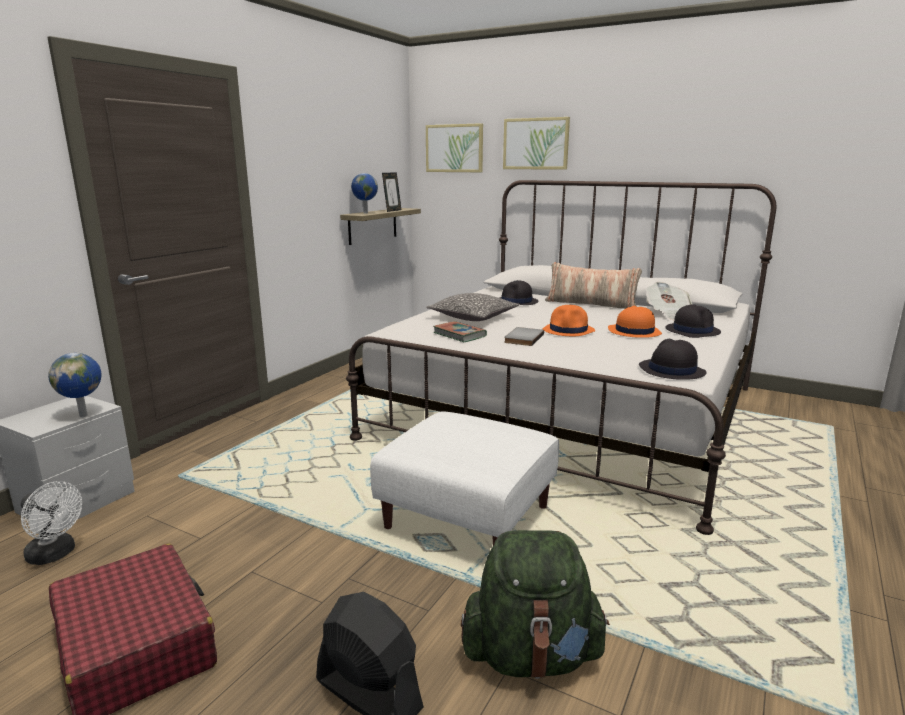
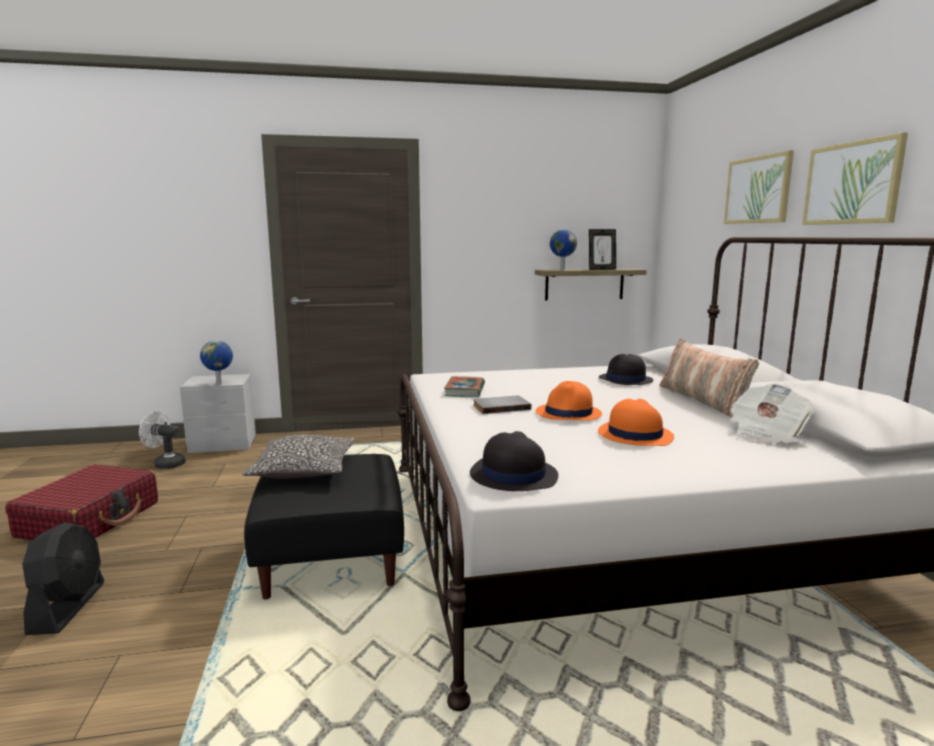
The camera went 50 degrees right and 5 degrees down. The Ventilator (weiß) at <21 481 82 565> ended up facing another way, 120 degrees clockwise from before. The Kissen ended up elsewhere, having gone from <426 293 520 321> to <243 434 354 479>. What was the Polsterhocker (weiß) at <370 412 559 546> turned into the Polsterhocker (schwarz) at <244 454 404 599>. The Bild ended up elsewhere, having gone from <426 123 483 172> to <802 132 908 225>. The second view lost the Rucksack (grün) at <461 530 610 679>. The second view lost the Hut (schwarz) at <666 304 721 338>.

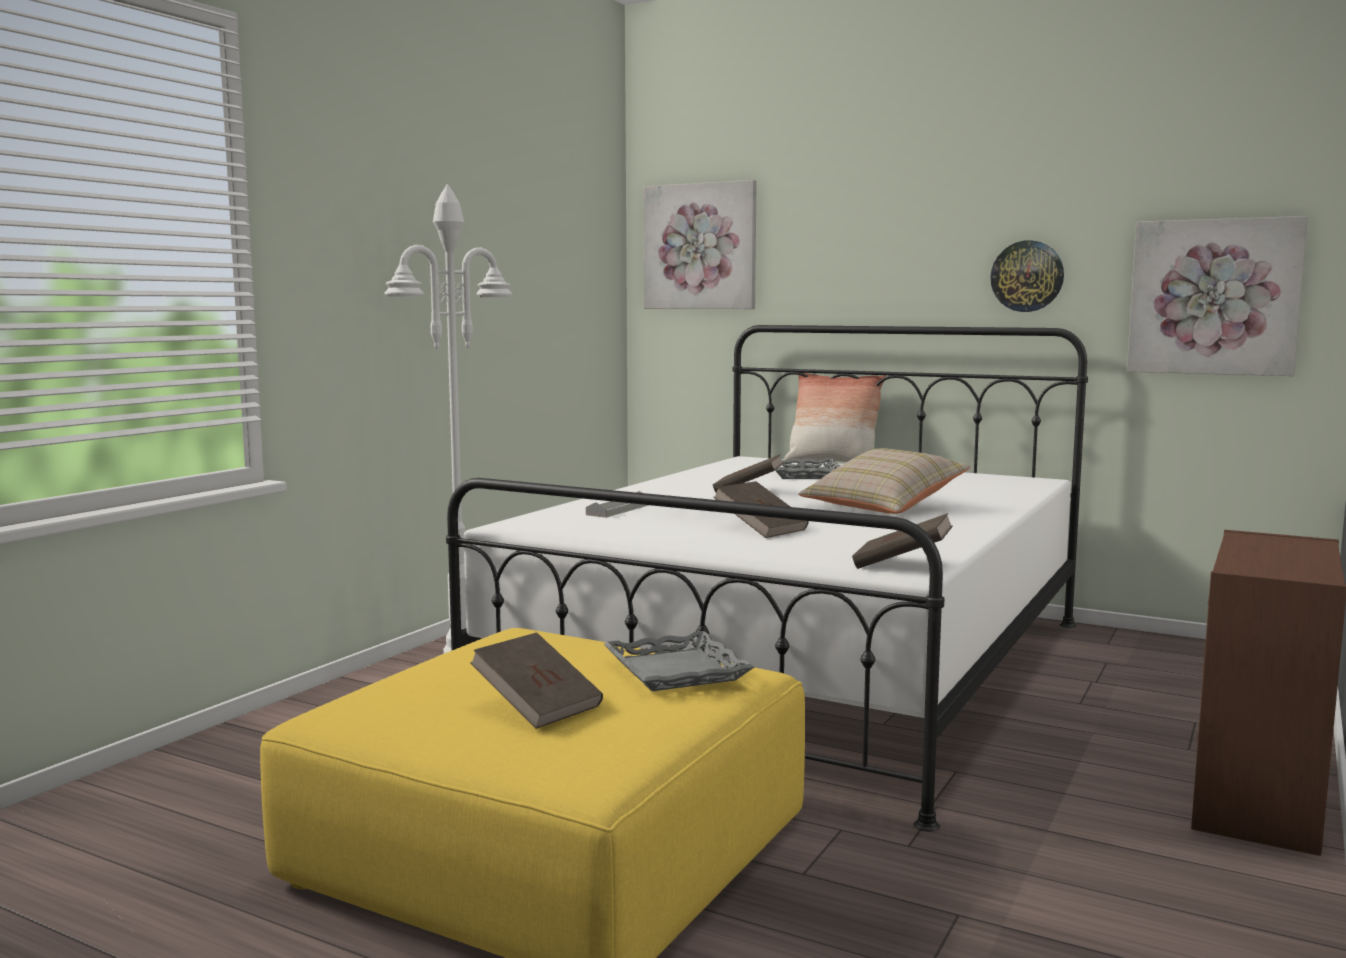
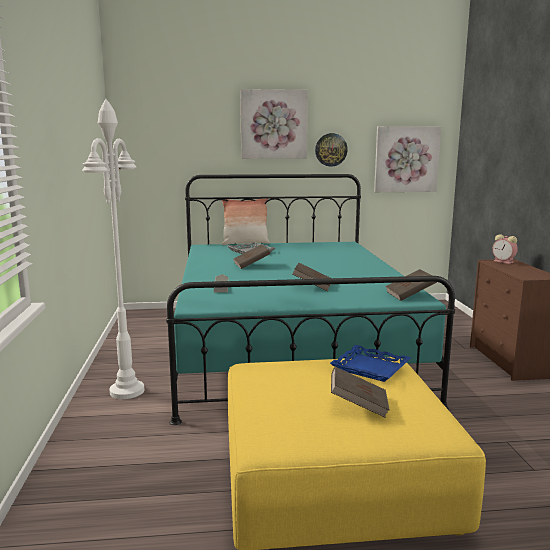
The camera went 35 degrees left and 5 degrees up. What was the Bett (weiß) at <446 325 1088 832> turned into the Bett (türkis) at <166 174 455 425>. The Bild ended up elsewhere, having gone from <643 180 757 309> to <240 89 308 159>. What was the Tablett (grau) at <604 631 754 691> turned into the Tablett (blau) at <330 345 411 382>. The second view gained the Wecker at <492 234 518 264>. The second view lost the Kissen (beige) at <798 448 971 514>.

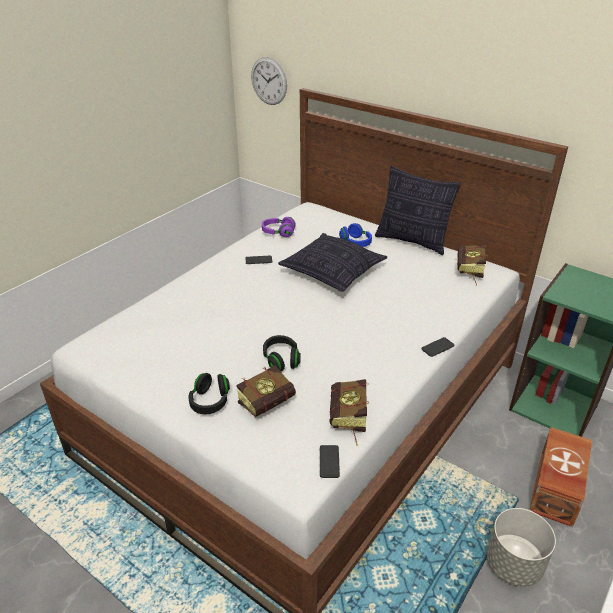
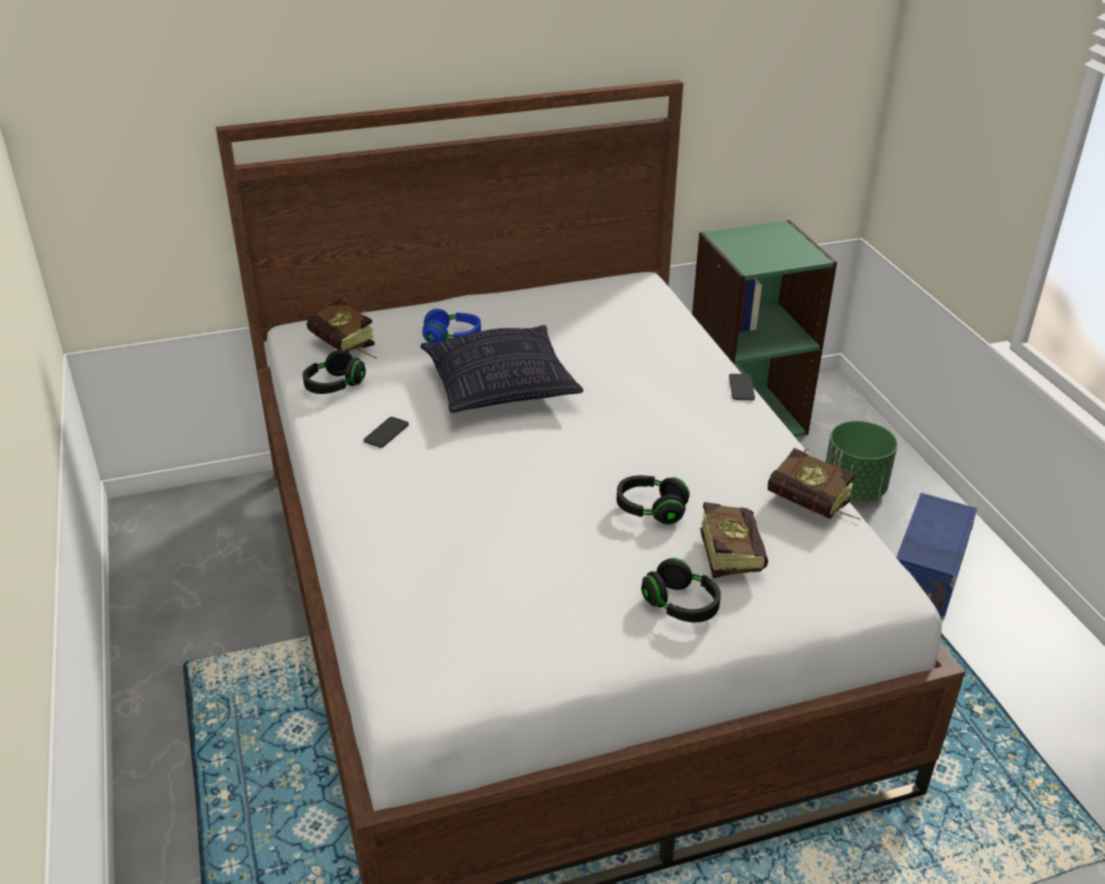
The camera went 55 degrees left and 0 degrees up. What was the Kopfhörer (lila) at <262 217 296 238> turned into the Kopfhörer (schwarz) at <303 350 366 394>. The Buch ended up elsewhere, having gone from <457 244 488 286> to <307 299 377 359>. Where the Aufbewahrungsbox (braun) stood at <530 427 592 527>, the Pflanzkübel (grün) came to stand at <826 421 898 501>. Where the Pflanzkübel (grau) stood at <486 508 556 587>, the Aufbewahrungsbox (blau) came to stand at <896 493 977 620>. The second view lost the Wanduhr at <251 57 287 105>. The second view lost the Handy at <320 445 340 478>. The second view lost the Kissen at <375 166 461 255>.

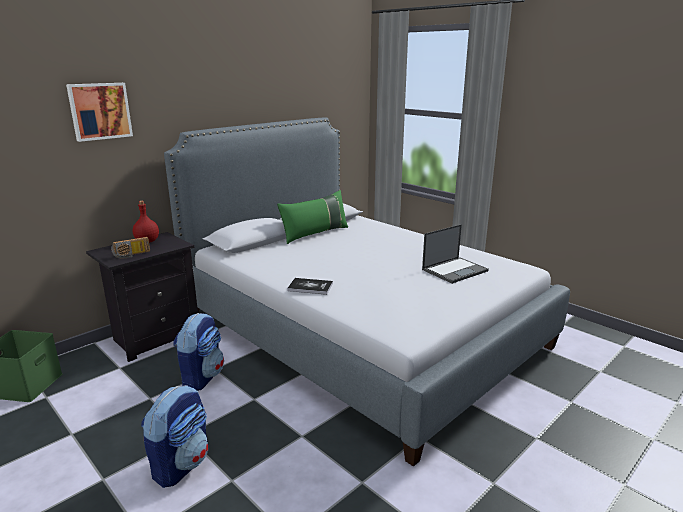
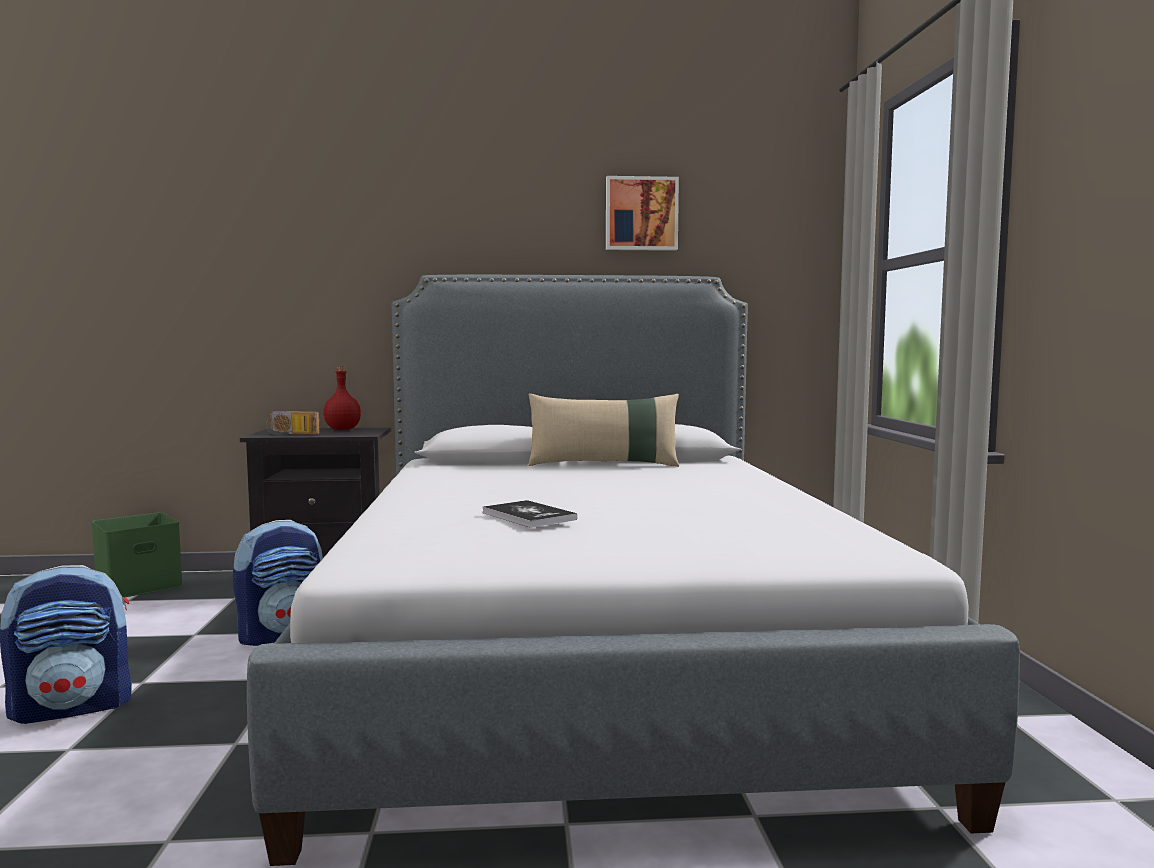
The camera went 40 degrees right and 15 degrees down. The Buch ended up elsewhere, having gone from <287 278 333 295> to <483 500 577 528>. What was the Kissen (grün) at <277 190 348 244> turned into the Kissen (beige) at <528 393 679 467>. The Bild ended up elsewhere, having gone from <66 83 133 142> to <606 176 679 251>. The second view lost the Laptop at <422 224 489 284>.

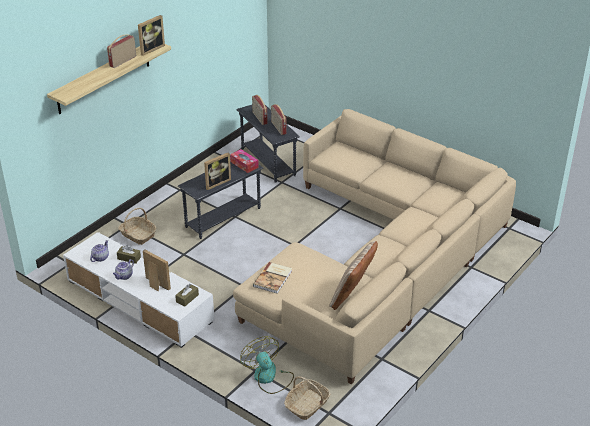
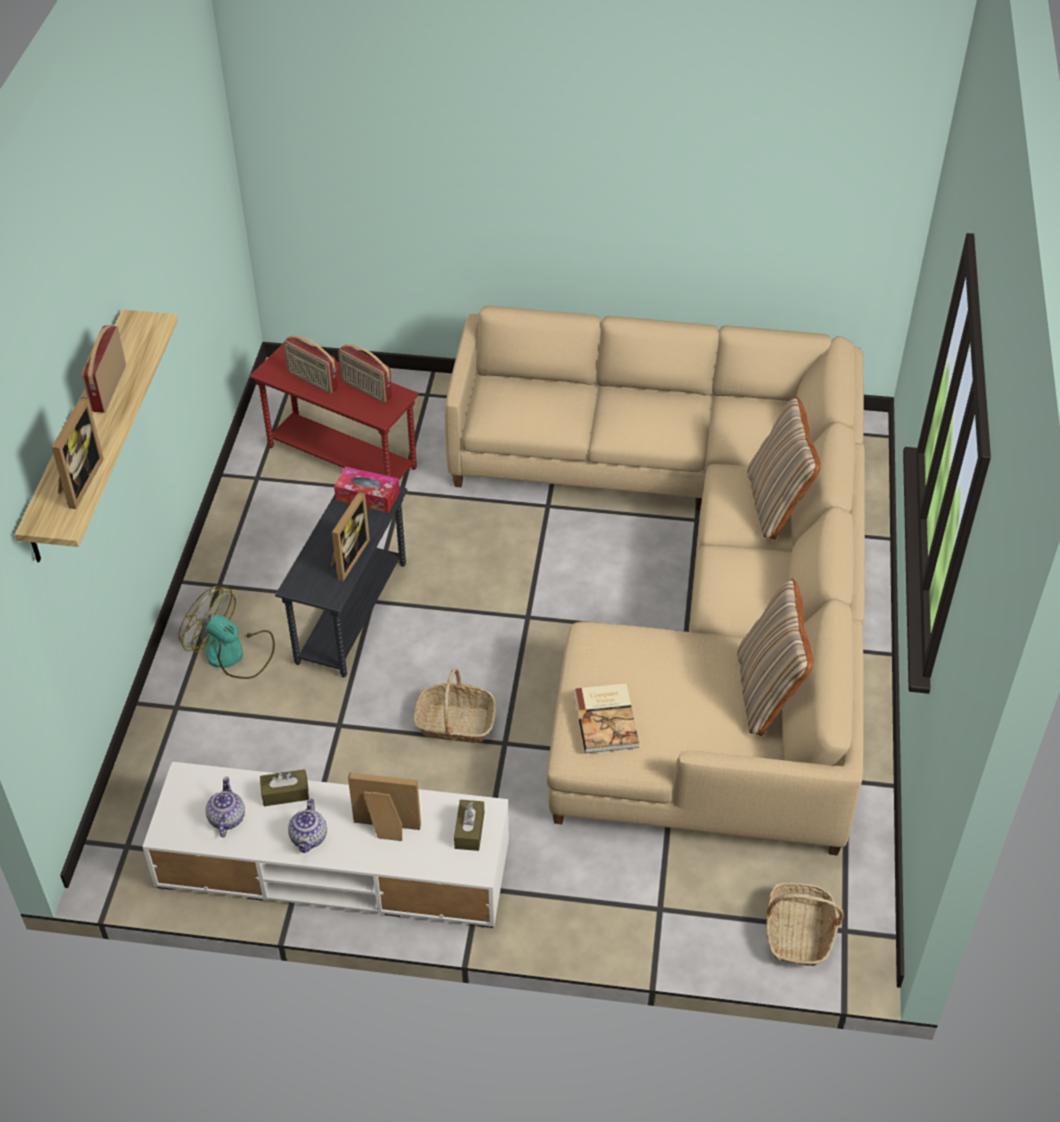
The camera went 30 degrees left and 10 degrees up. The Bilderrahmen ended up elsewhere, having gone from <138 15 165 56> to <52 397 104 509>. The Ventilator ended up elsewhere, having gone from <240 336 294 394> to <179 586 275 679>. What was the Beistelltisch (grau) at <237 105 300 183> turned into the Beistelltisch (rot) at <250 343 419 480>. The Korb ended up elsewhere, having gone from <118 208 157 245> to <414 669 496 743>. The second view gained the Kissen (beige) at <747 397 821 540>.

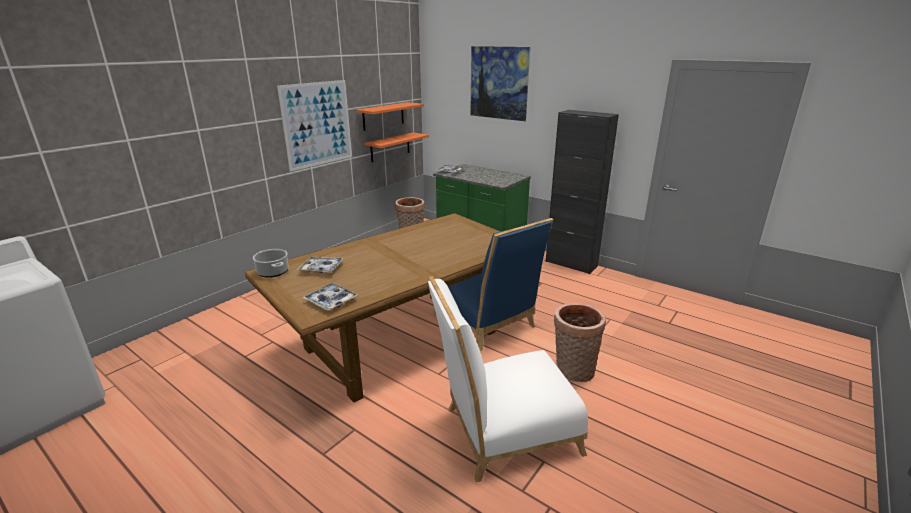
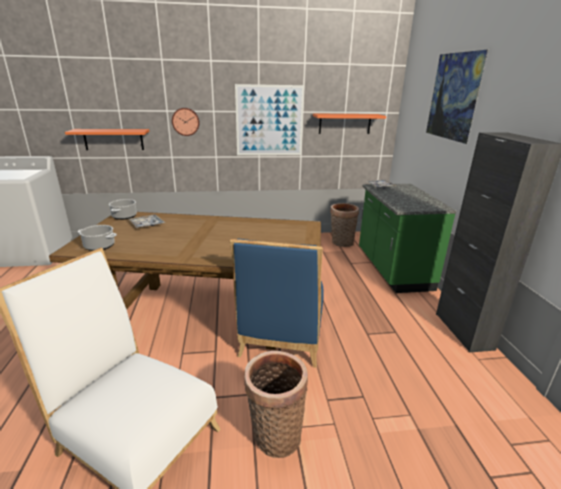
The camera went 45 degrees right and 0 degrees up. The Wandregal (orange) ended up elsewhere, having gone from <364 132 429 162> to <65 129 149 150>. Where the Tablett stood at <302 283 359 310>, the Kochtopf came to stand at <77 225 117 251>. The second view gained the Wanduhr at <172 108 200 136>.

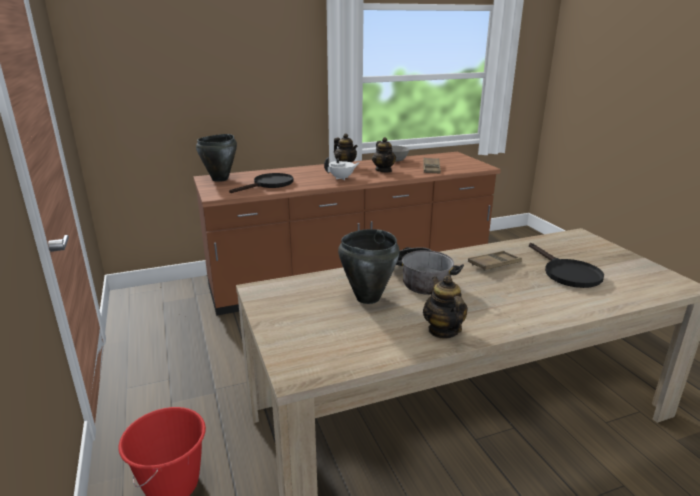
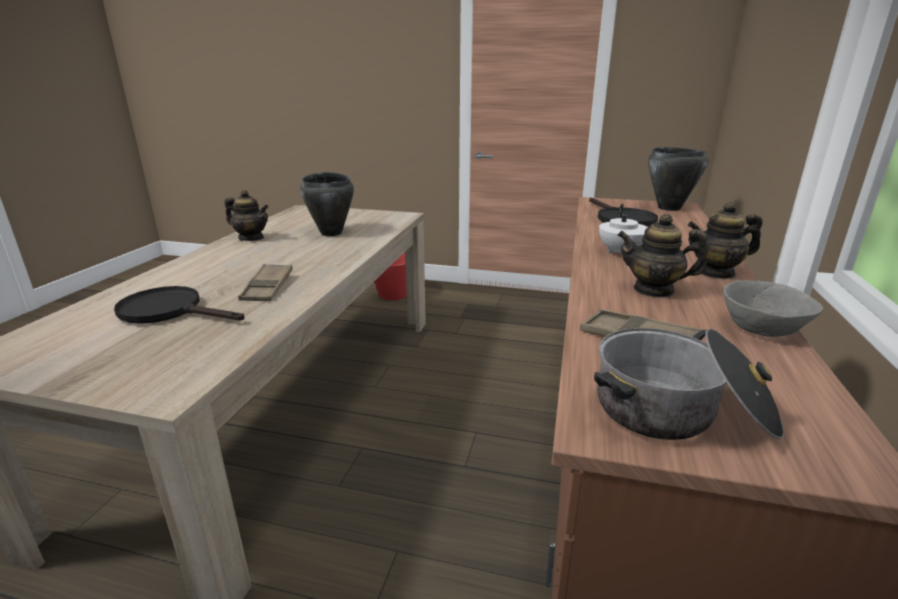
The camera went 125 degrees right and 0 degrees up. The Kochtopf ended up elsewhere, having gone from <396 247 464 295> to <594 328 784 440>.

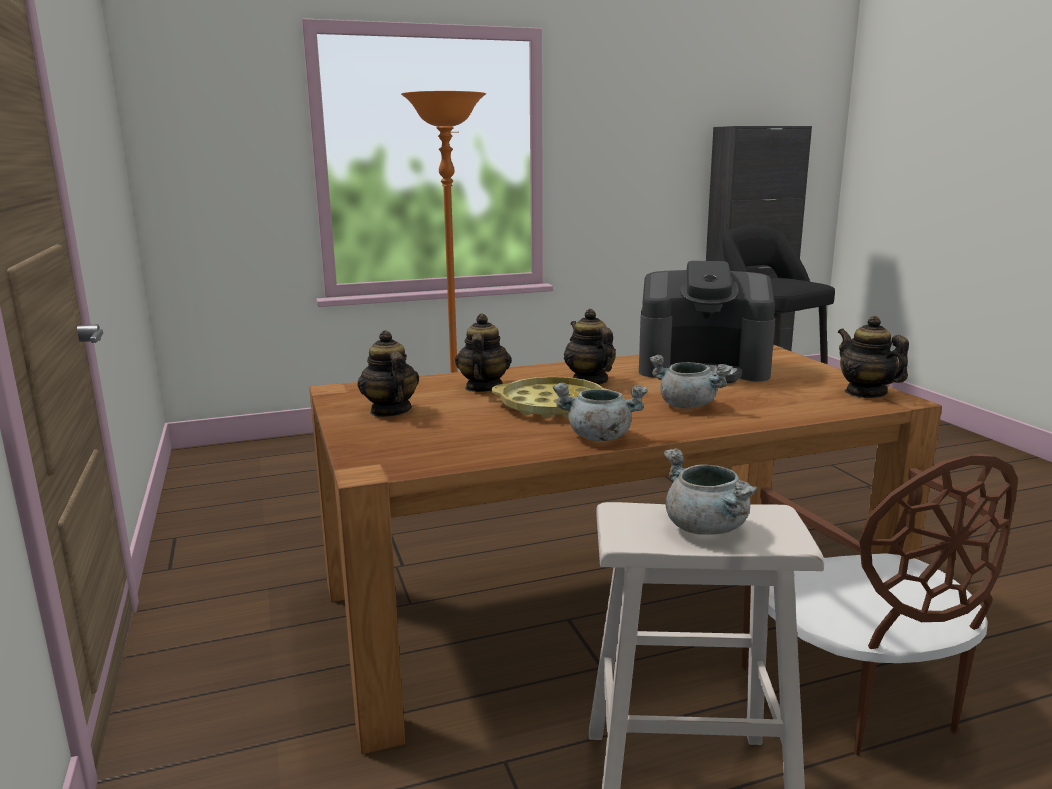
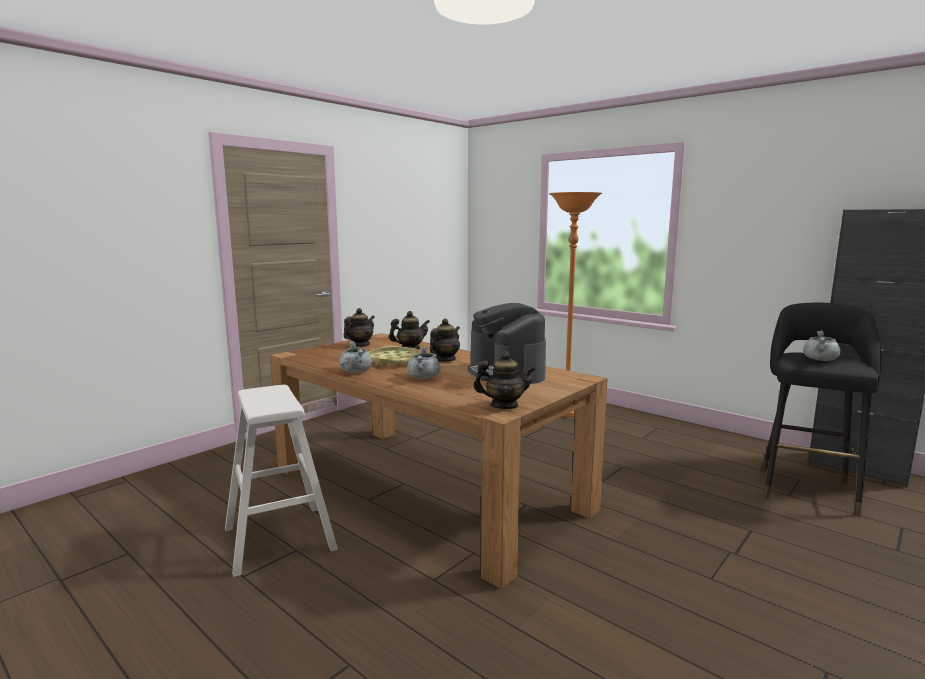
The camera went 60 degrees right and 5 degrees down. The Teekanne at <838 316 909 398> ended up facing another way, 60 degrees clockwise from before. The Kochtopf (grau) ended up elsewhere, having gone from <663 448 758 534> to <803 330 841 361>. The second view lost the Stuhl (braun) at <742 453 1018 756>.

